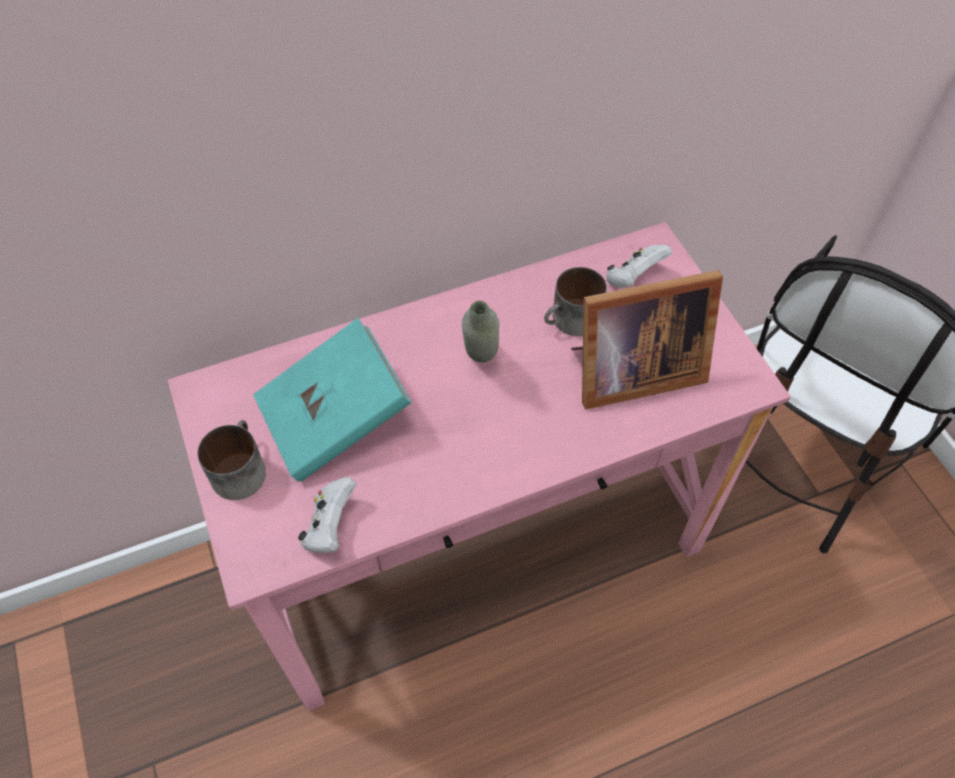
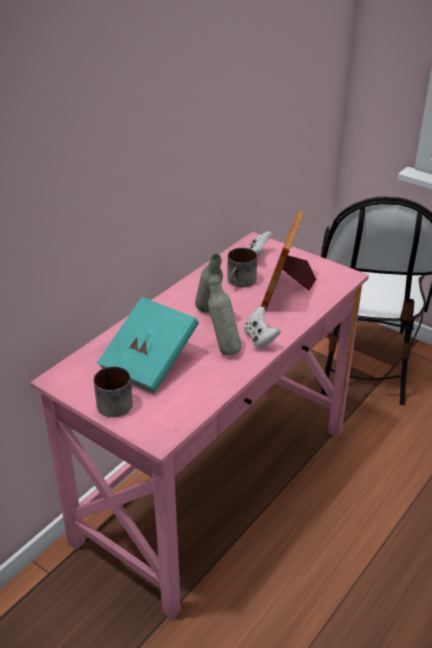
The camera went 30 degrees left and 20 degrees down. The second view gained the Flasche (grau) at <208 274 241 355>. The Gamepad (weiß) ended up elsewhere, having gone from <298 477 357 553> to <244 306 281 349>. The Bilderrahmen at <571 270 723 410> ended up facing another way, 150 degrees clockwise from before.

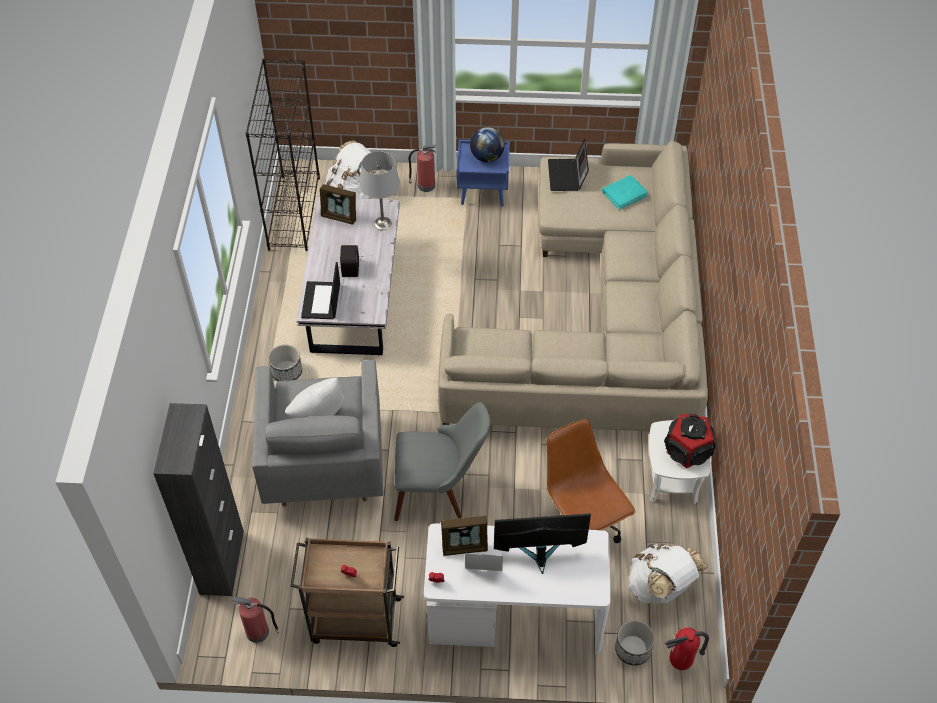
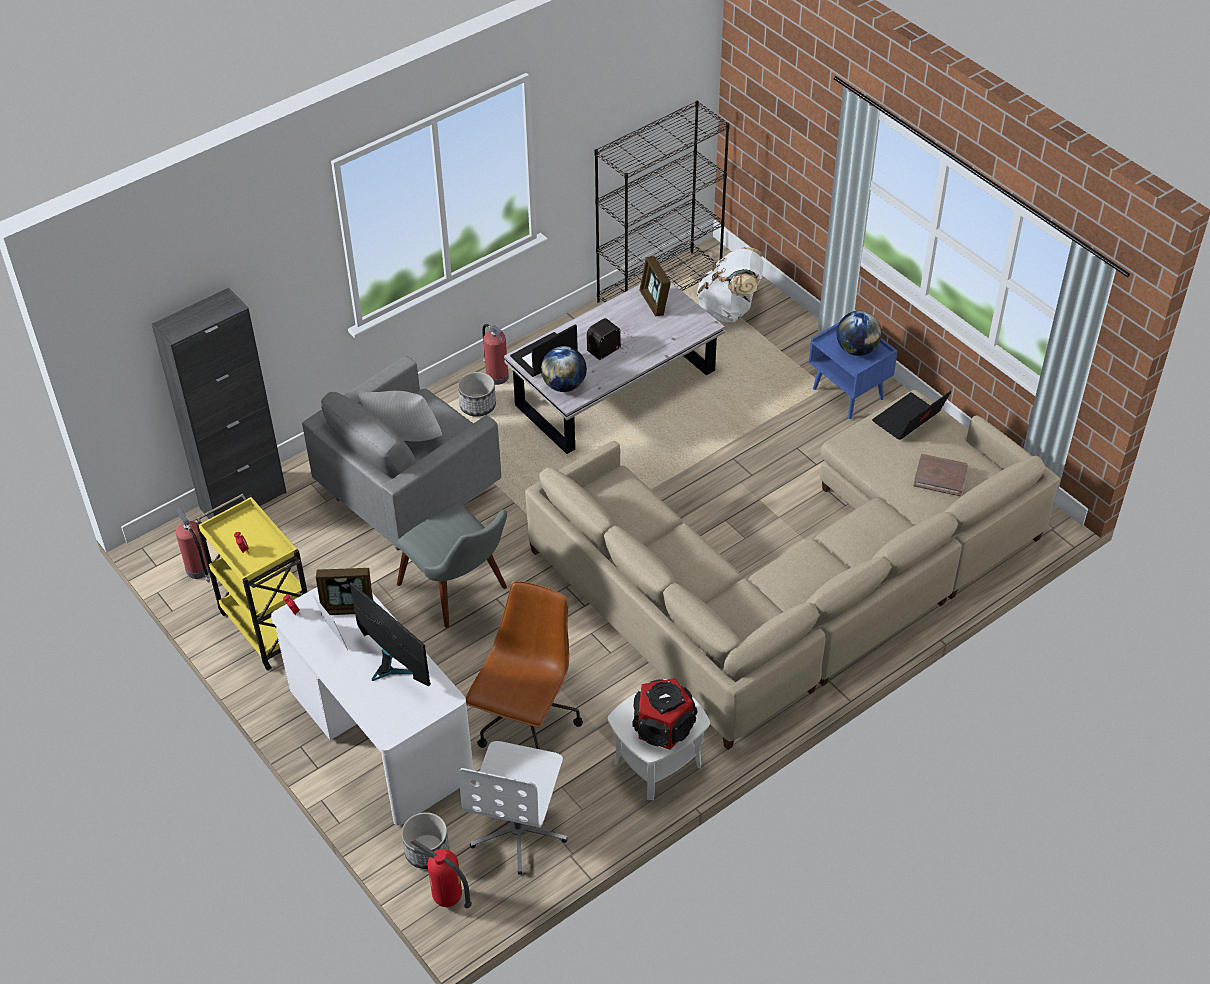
The camera went 50 degrees right and 5 degrees down. What was the Rollwagen (braun) at <291 538 404 647> turned into the Rollwagen (gelb) at <196 494 307 670>. The Bilderrahmen at <441 516 488 556> ended up facing another way, 45 degrees counterclockwise from before. Where the Rucksack (weiß) stood at <628 544 708 603>, the Bürostuhl (weiß) came to stand at <459 741 568 875>. The Feuerlöscher ended up elsewhere, having gone from <408 145 436 192> to <482 324 509 385>. The second view gained the Globus at <541 346 587 392>. What was the Buch (türkis) at <602 175 648 210> turned into the Buch (braun) at <913 454 968 496>. The second view lost the Tischlampe (grau) at <359 151 400 230>.

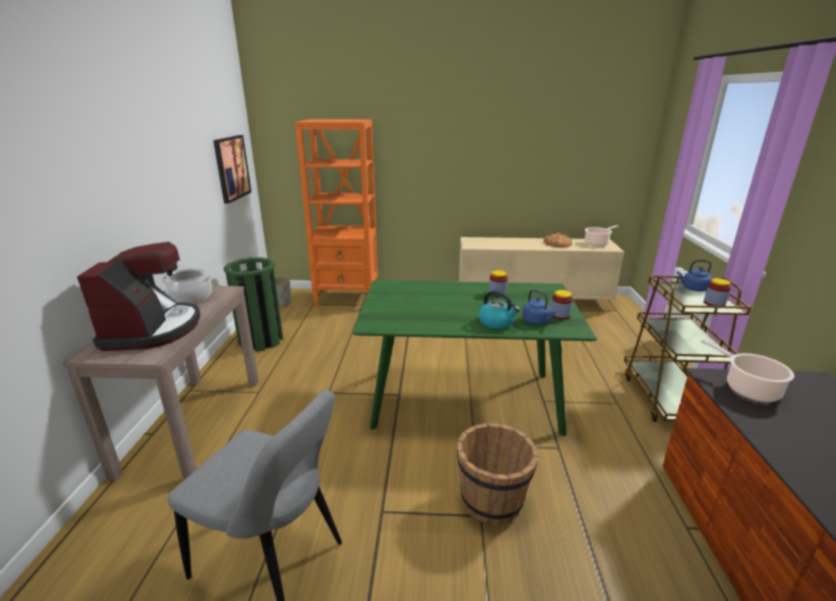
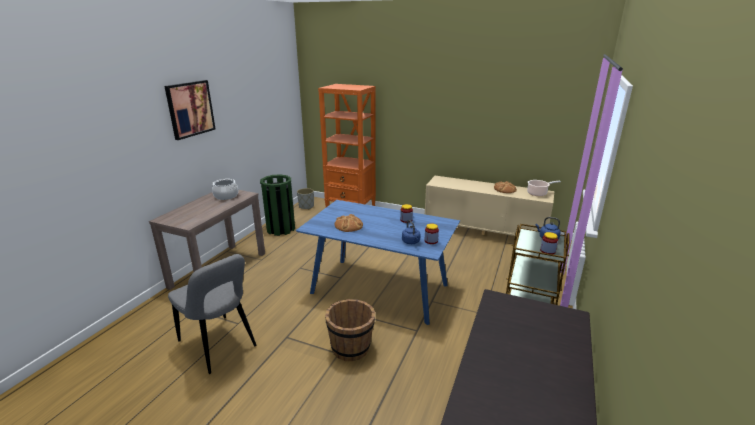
The camera went 20 degrees right and 0 degrees up. The Bild ended up elsewhere, having gone from <213 135 251 204> to <164 80 216 140>. What was the Esstisch (grün) at <353 280 597 436> turned into the Esstisch (blau) at <296 200 460 325>. The second view gained the Brot at <335 214 363 232>. The second view lost the Kaffeemaschine at <77 242 201 351>. The second view lost the Wasserkessel at <478 290 520 329>. The second view lost the Kochtopf at <701 339 794 402>.

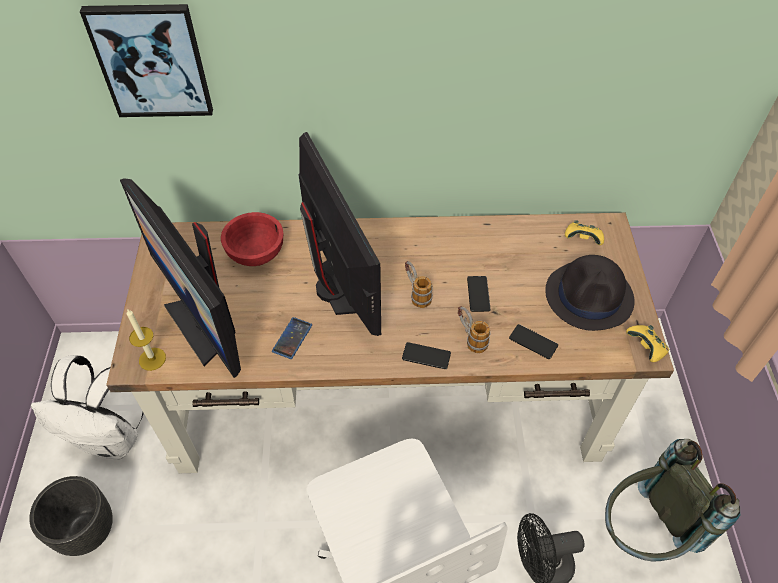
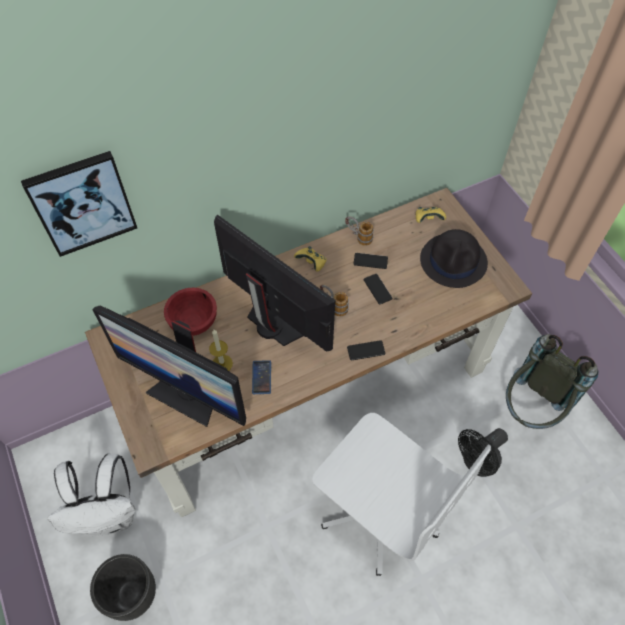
The camera went 25 degrees left and 5 degrees up. The Kerze ended up elsewhere, having gone from <126 310 166 371> to <209 330 233 371>. The Gamepad (gelb) ended up elsewhere, having gone from <626 325 669 362> to <294 246 327 272>. The Henkelbecher ended up elsewhere, having gone from <458 306 490 353> to <345 217 374 246>. The Handy ended up elsewhere, having gone from <509 324 558 359> to <354 253 388 269>.

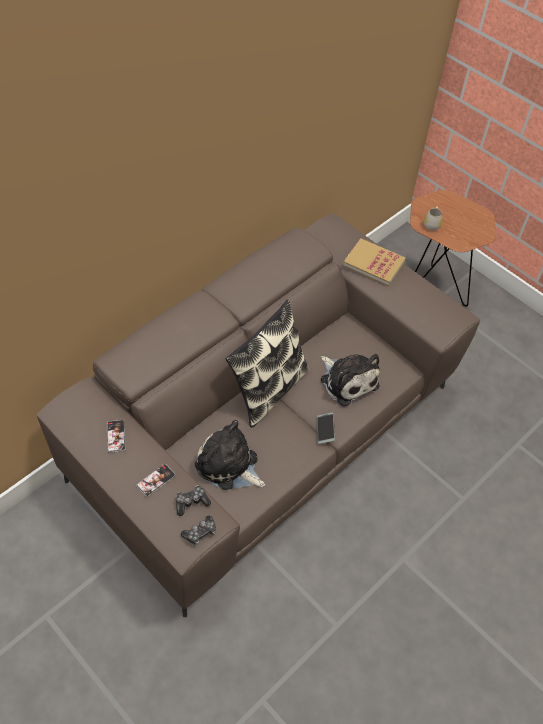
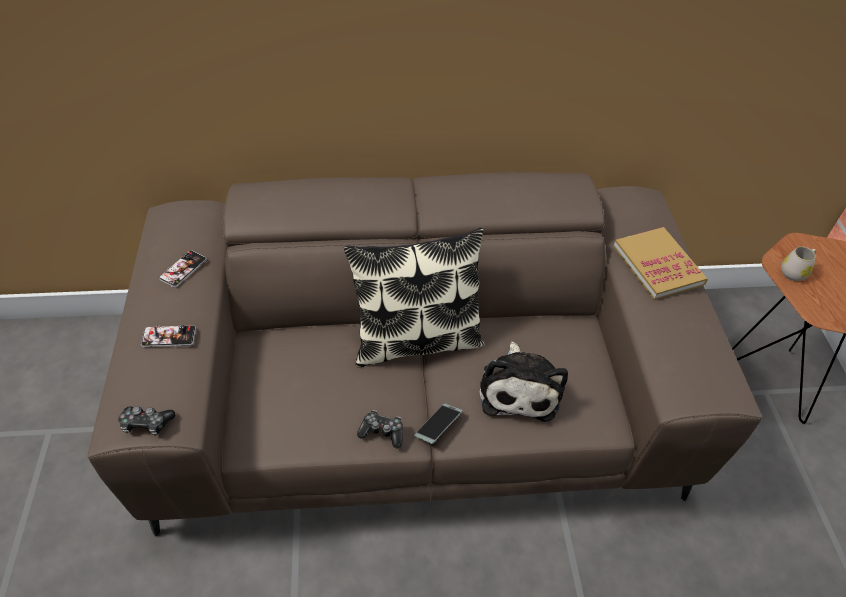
The camera went 40 degrees right and 5 degrees down. The Gamepad ended up elsewhere, having gone from <176 485 211 516> to <357 410 403 448>. The second view lost the Plüschtier at <195 420 265 490>.

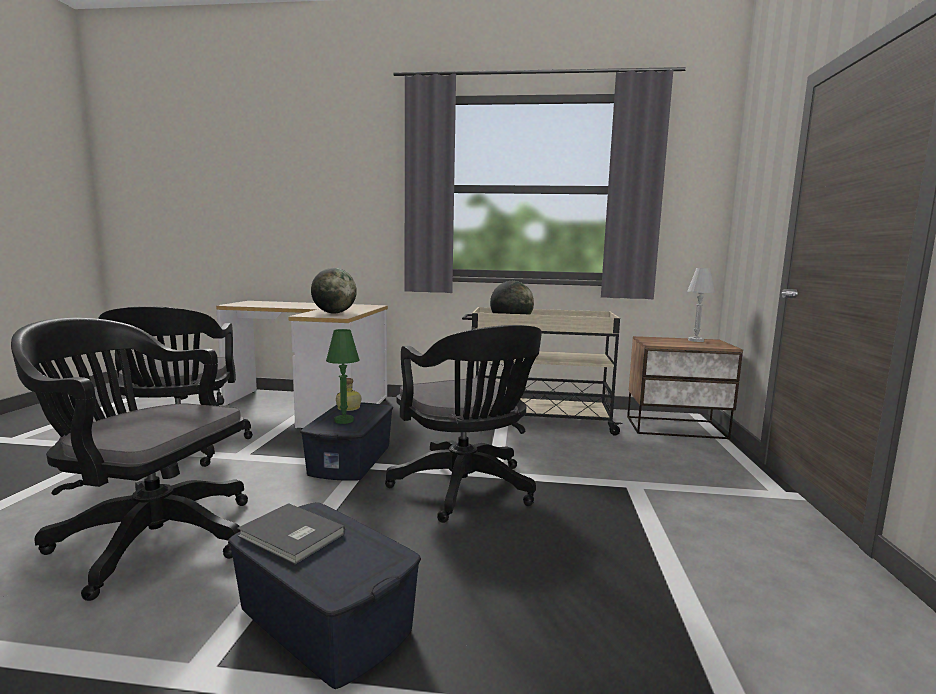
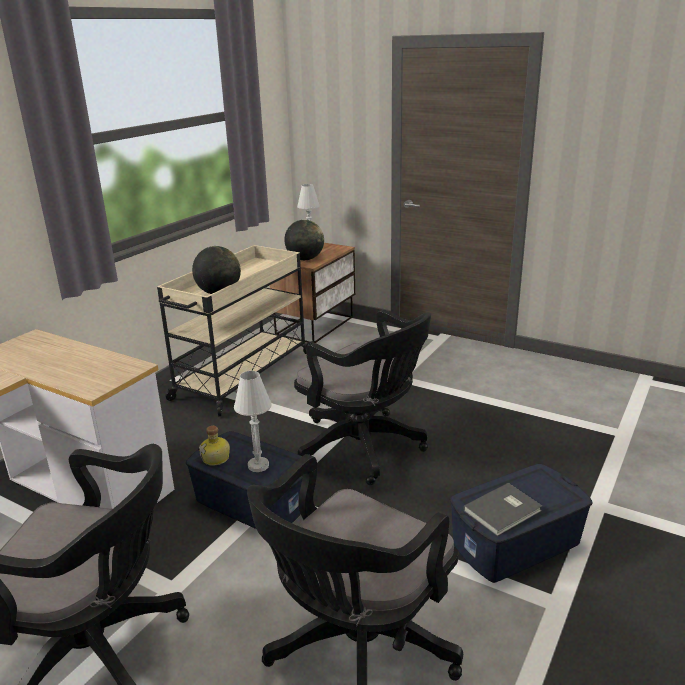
The camera went 65 degrees left and 15 degrees up. What was the Tischlampe (grün) at <326 329 360 424> turned into the Tischlampe (weiß) at <234 371 272 472>. The Globus ended up elsewhere, having gone from <311 268 357 313> to <284 220 324 260>. The Bürostuhl (schwarz) at <385 325 542 523> ended up facing another way, 45 degrees clockwise from before.

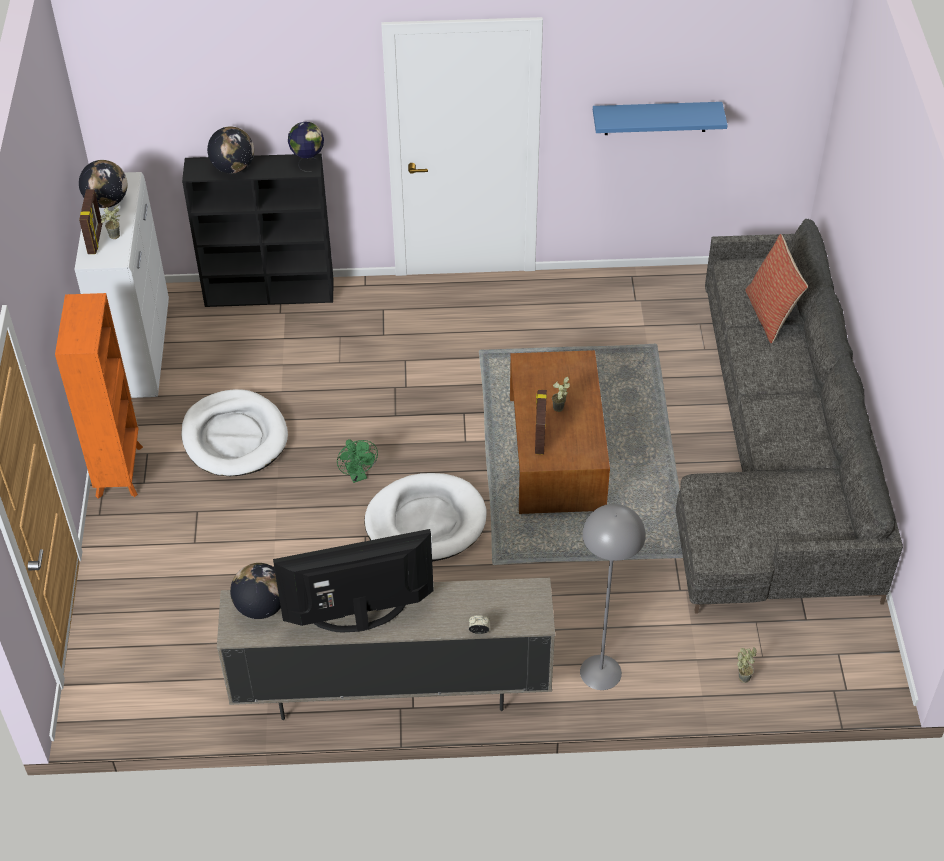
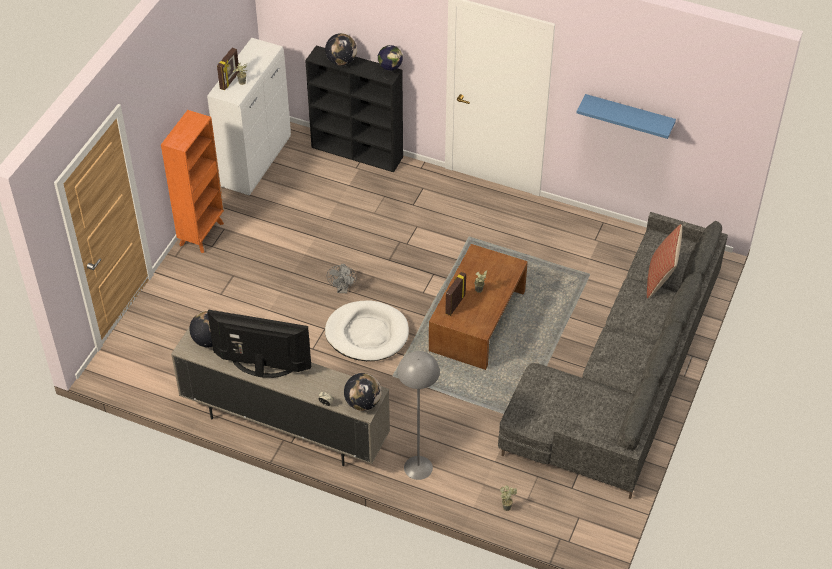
The camera went 25 degrees right and 0 degrees up. What was the Ventilator (grün) at <337 439 378 483> turned into the Ventilator (grau) at <327 263 356 293>. The Globus ended up elsewhere, having gone from <79 160 128 208> to <344 373 382 411>. The second view lost the Hundebett (weiß) at <181 389 288 476>.

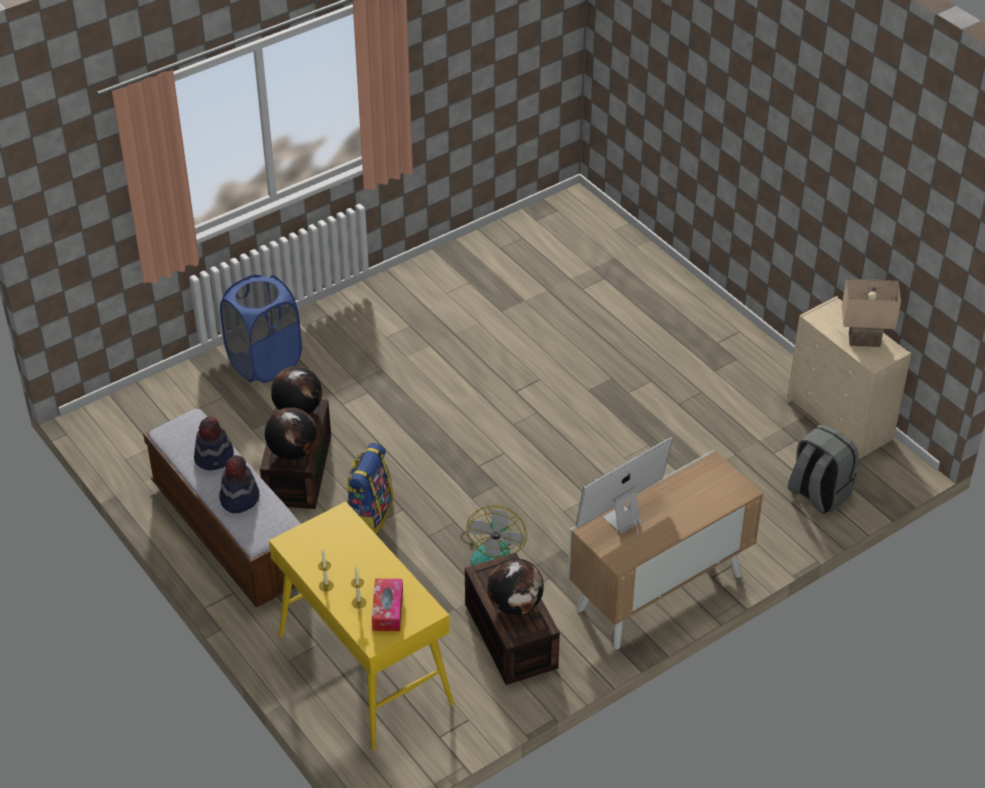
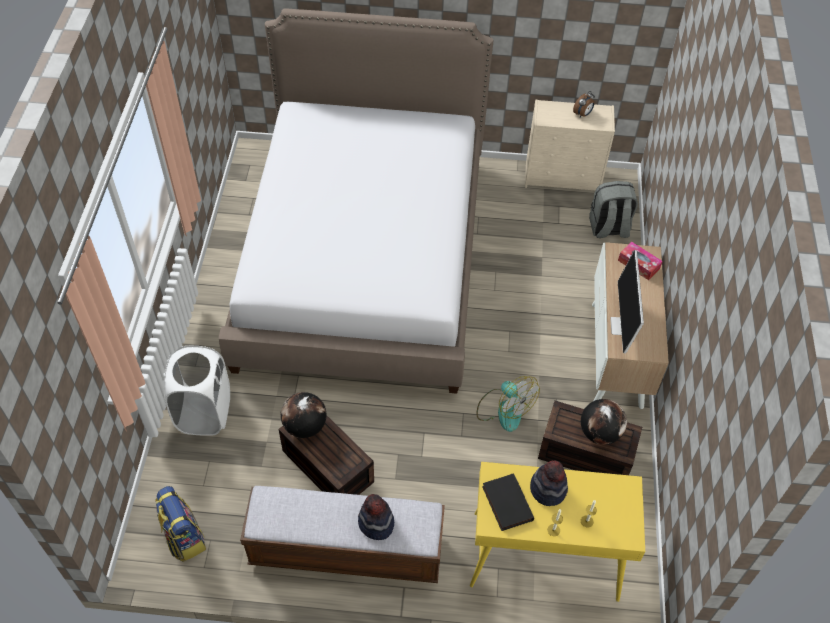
The camera went 50 degrees left and 10 degrees up. The Rucksack ended up elsewhere, having gone from <346 443 393 535> to <155 486 206 562>. What was the Wäschekorb (blau) at <220 275 302 383> turned into the Wäschekorb (weiß) at <163 346 230 436>. The second view gained the Bett at <219 8 493 394>. The second view gained the Buch (schwarz) at <482 473 534 531>. The Hut ended up elsewhere, having gone from <194 417 234 470> to <530 461 568 506>. Where the Tischlampe (beige) stood at <842 278 901 347>, the Wecker came to stand at <573 91 595 117>. The Taschentuchbox ended up elsewhere, having gone from <372 579 403 631> to <618 241 663 280>. The second view lost the Globus at <265 407 317 460>.

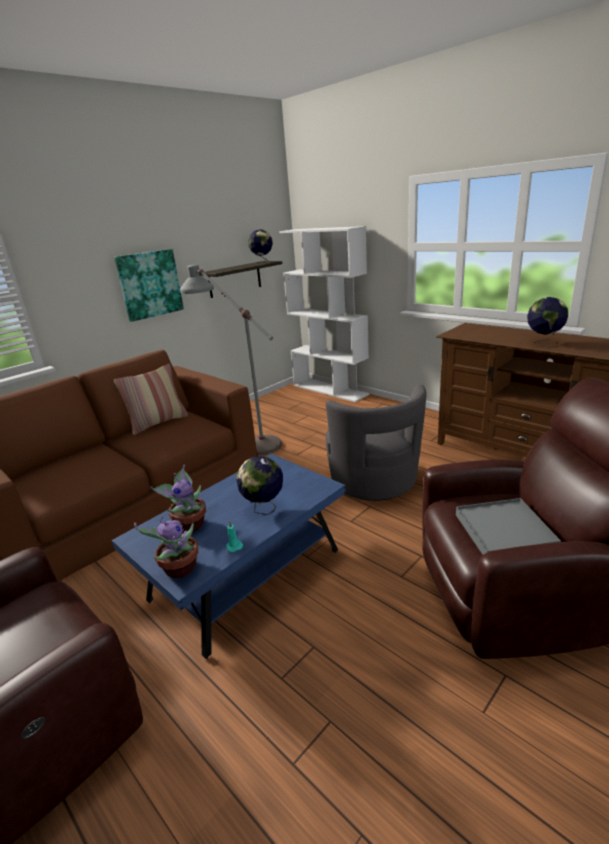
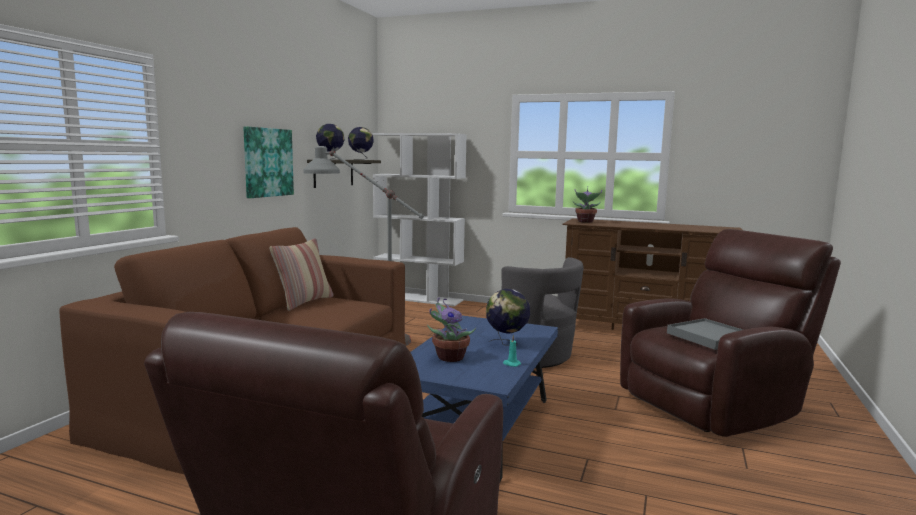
The camera went 25 degrees left and 15 degrees down. The Globus ended up elsewhere, having gone from <527 297 568 347> to <316 124 344 160>. The Topfpflanze ended up elsewhere, having gone from <134 517 199 578> to <573 186 602 223>.

